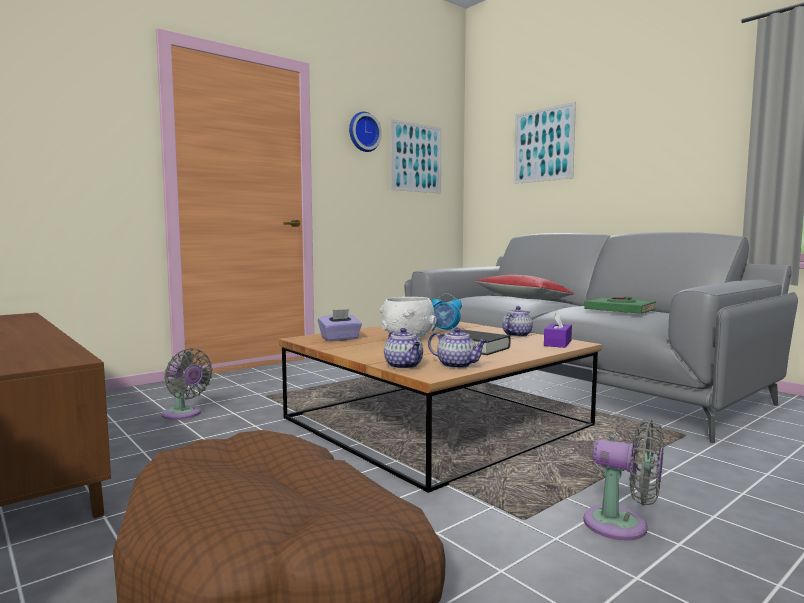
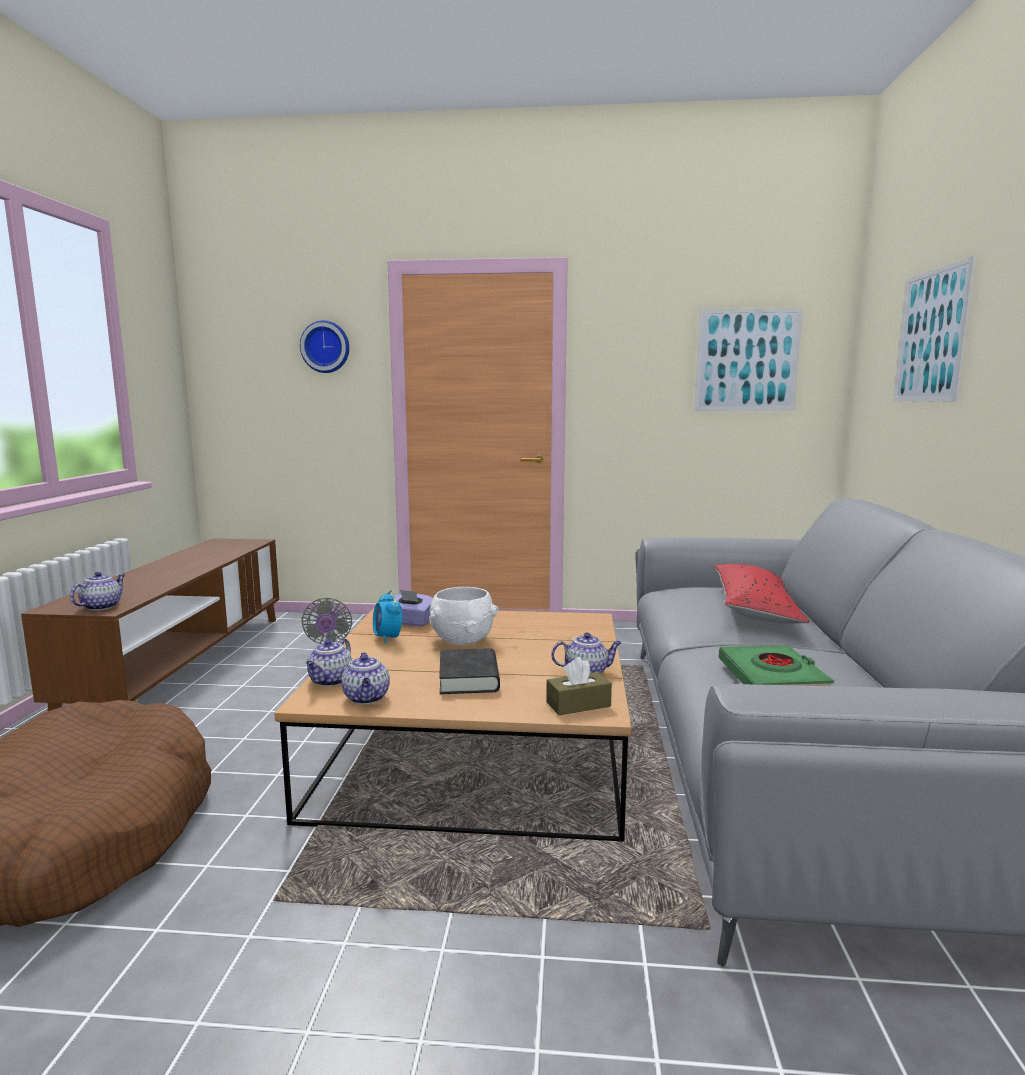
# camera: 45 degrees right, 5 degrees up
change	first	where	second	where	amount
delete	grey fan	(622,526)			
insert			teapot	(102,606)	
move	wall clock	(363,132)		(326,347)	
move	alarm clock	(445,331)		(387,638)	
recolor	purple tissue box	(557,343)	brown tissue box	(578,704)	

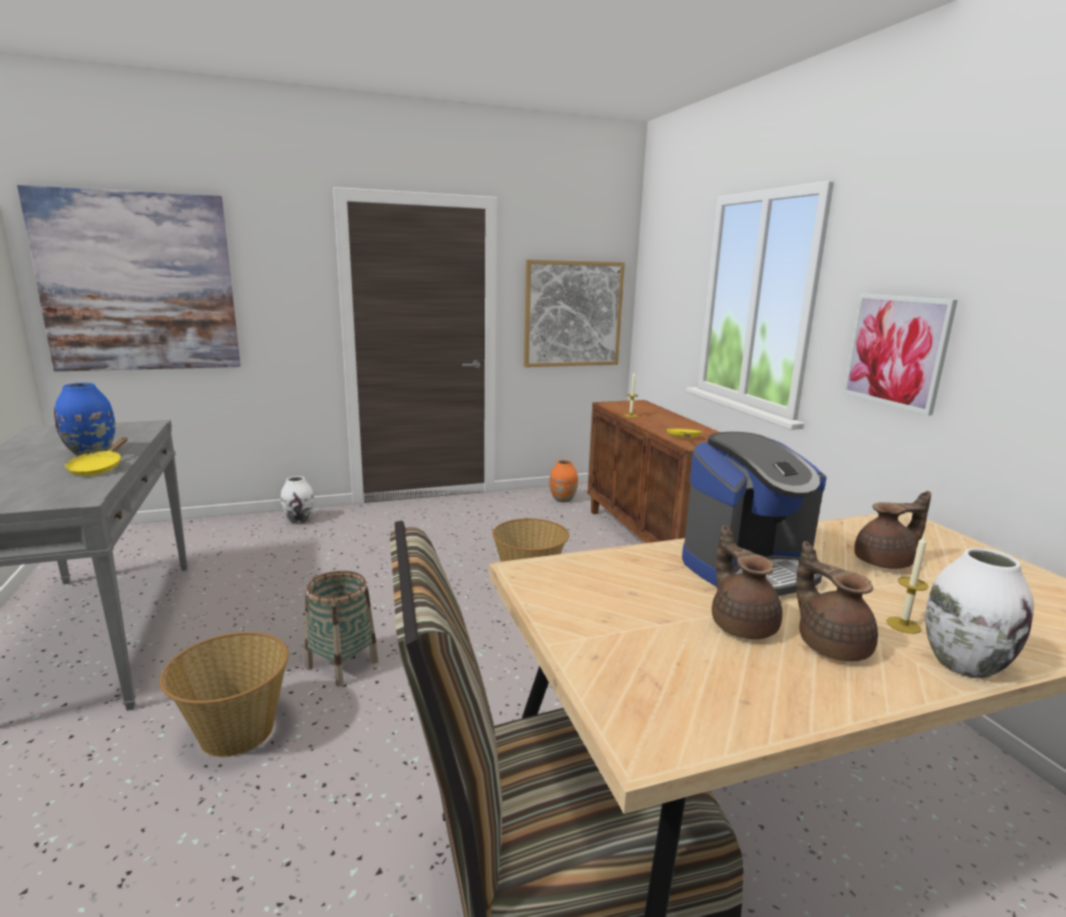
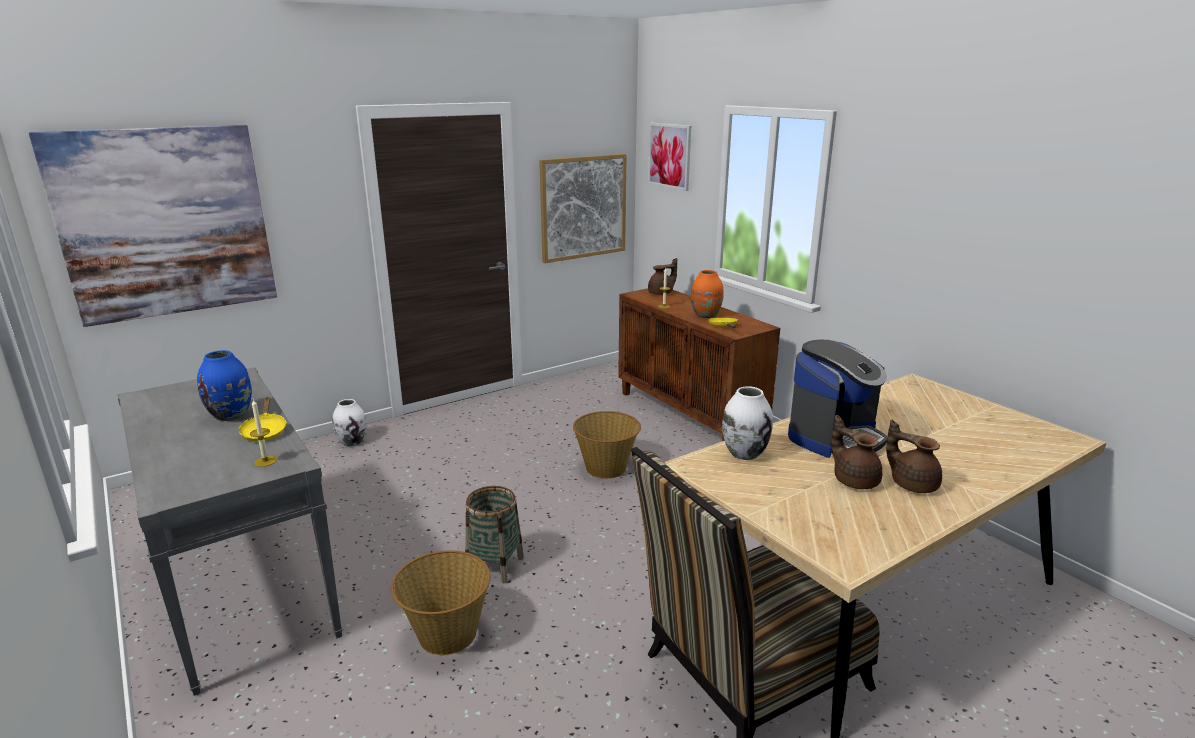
# camera: 15 degrees left, 5 degrees up
change	first	where	second	where	amount
move	orange vase	(563,499)		(706,315)	
move	picture	(896,351)		(669,156)	
move	brown teapot	(885,562)		(661,293)	
move	candle	(903,625)		(265,461)	
move	white vase	(963,663)		(744,453)	

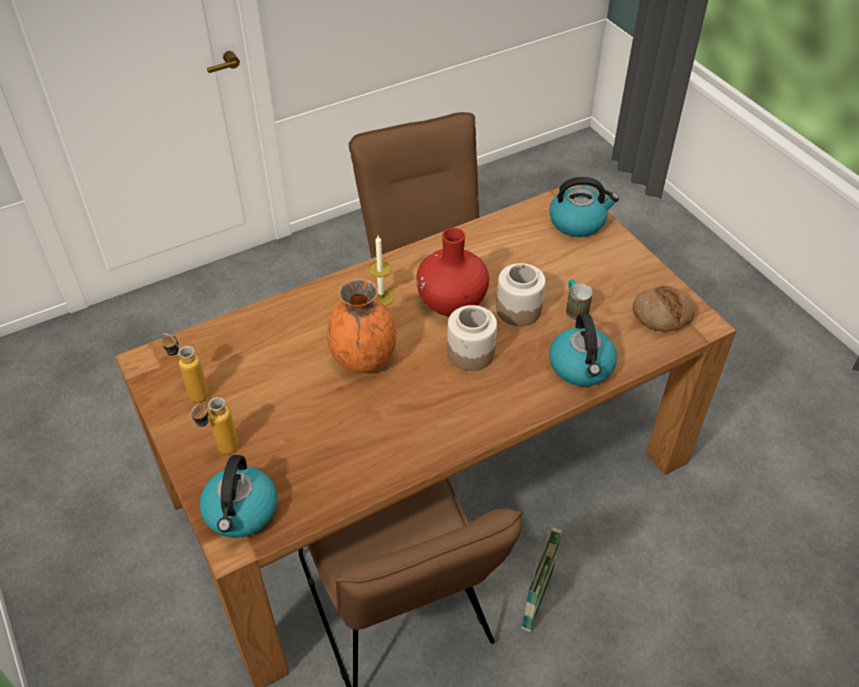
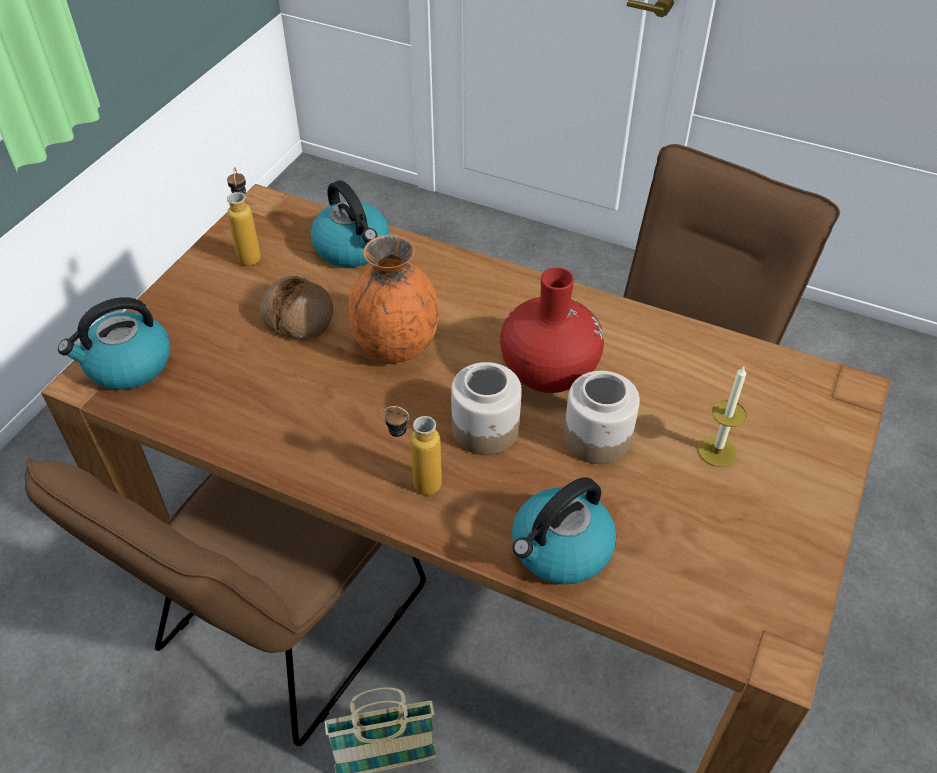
# camera: 55 degrees right, 0 degrees up
change	first	where	second	where	amount
delete	mug	(574,309)			
move	bottle	(221,452)		(415,483)	
move	candle	(381,297)		(717,451)	
move	kettle	(578,222)		(353,248)	
move	bread	(662,314)		(298,316)	

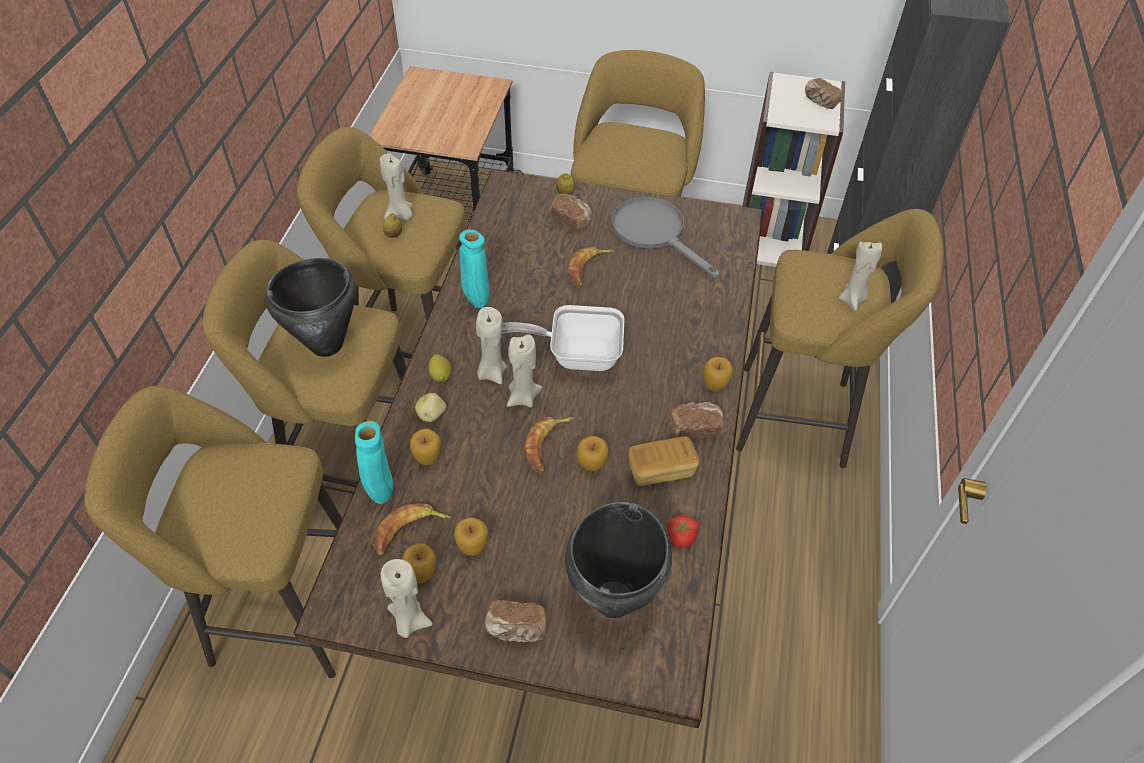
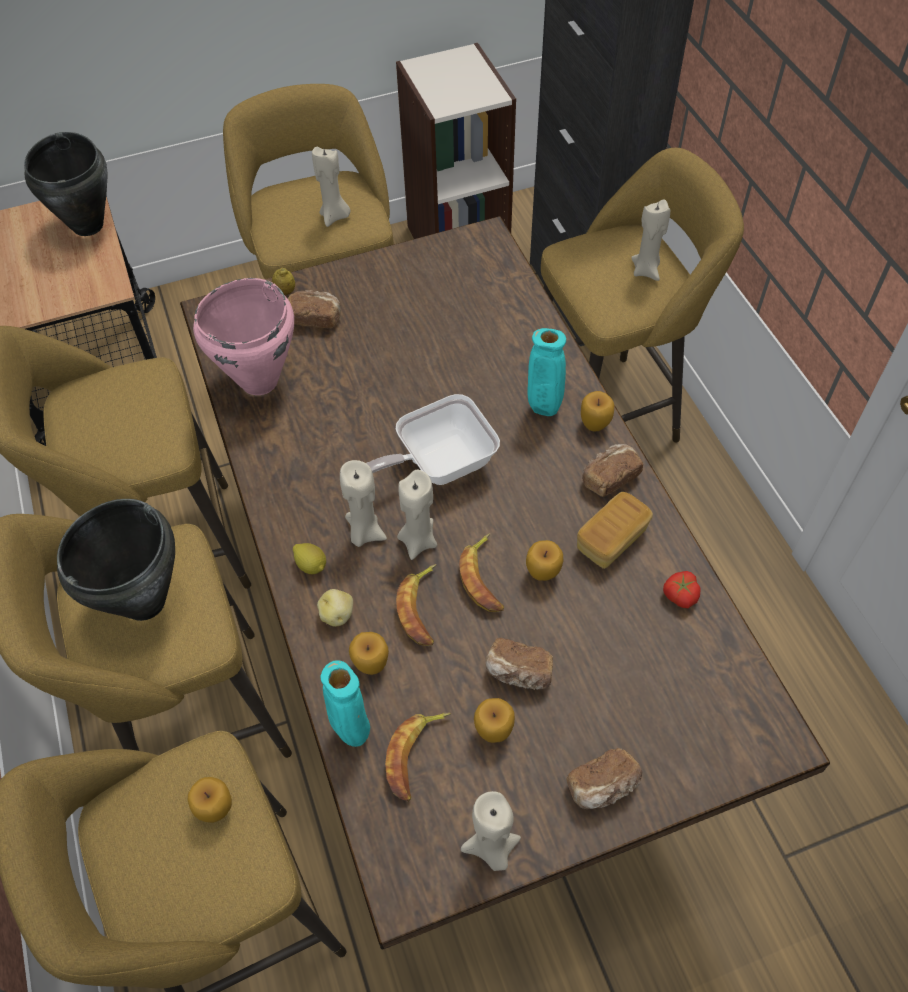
# camera: 30 degrees left, 5 degrees up
change	first	where	second	where	amount
delete	lemon	(393,235)			
delete	grey frying pan	(655,233)			
insert			pink cooking pot	(258,381)	
move	beige candle	(400,215)		(335,216)	
move	apple	(422,574)		(216,808)	
move	turquoise vase	(477,302)		(543,410)	
move	black cooking pot	(614,599)		(88,225)	
move	banana	(588,269)		(421,609)	
move	bread	(820,101)		(519,673)	

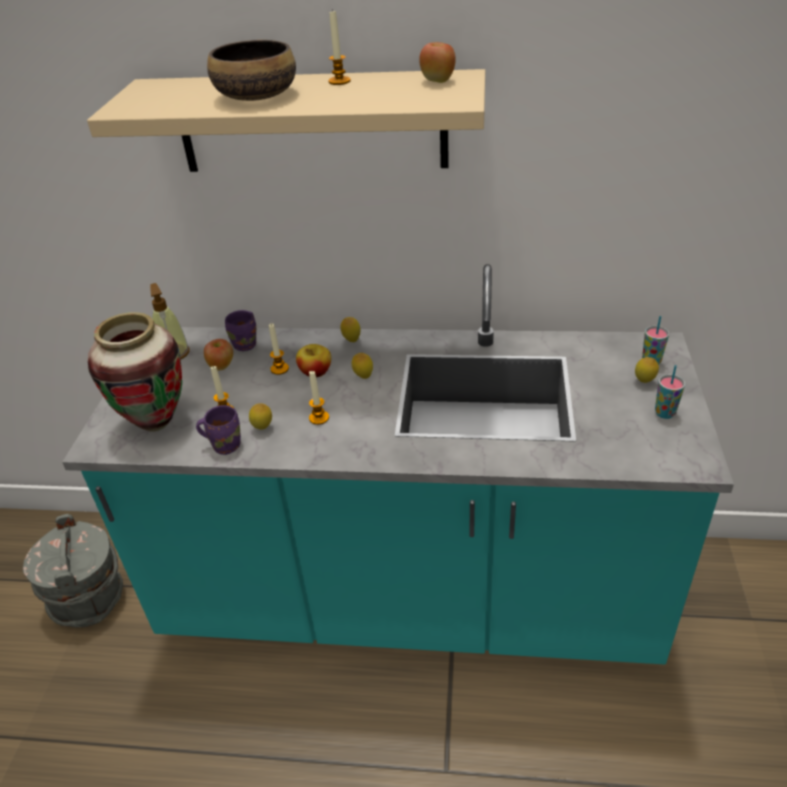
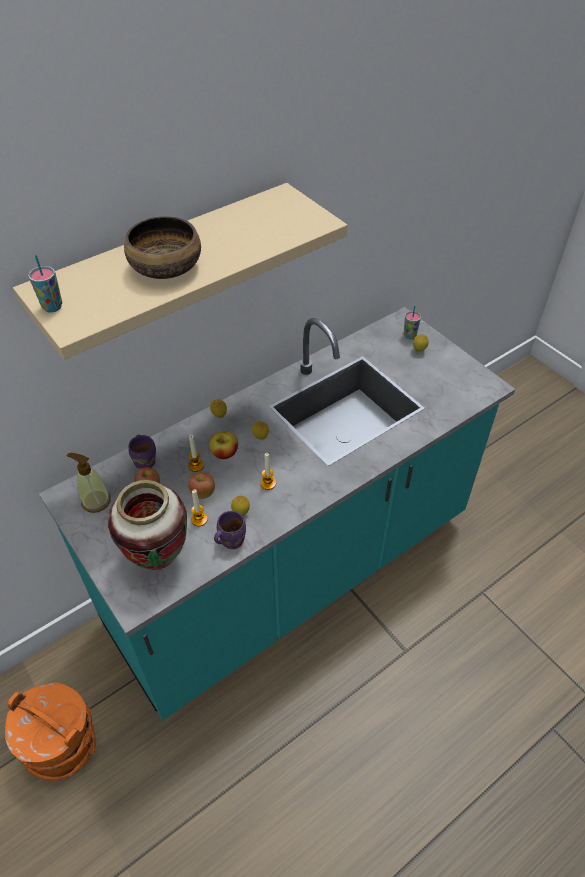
# camera: 45 degrees left, 10 degrees up
change	first	where	second	where	amount
delete	candle	(339,81)			
move	apple	(437,81)		(202,493)	
move	cup	(664,413)		(52,307)	
recolor	grey bucket	(89,598)	orange bucket	(62,743)	

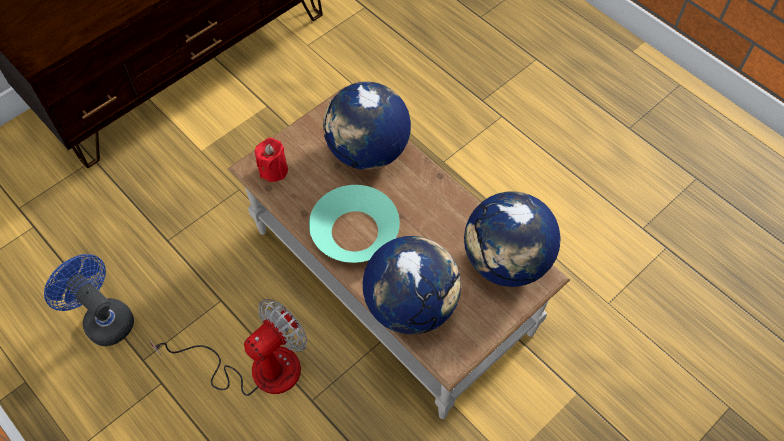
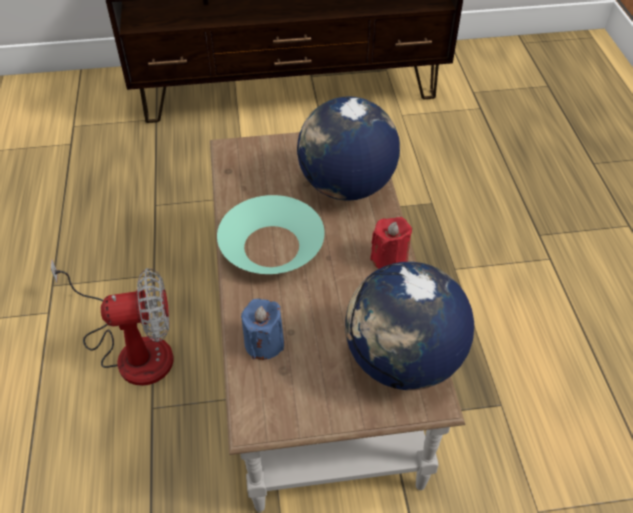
# camera: 35 degrees right, 10 degrees down
change	first	where	second	where	amount
delete	blue fan	(104,319)			
move	red candle	(273,170)		(389,259)	
replace	globe	(411,305)	blue candle	(264,343)	

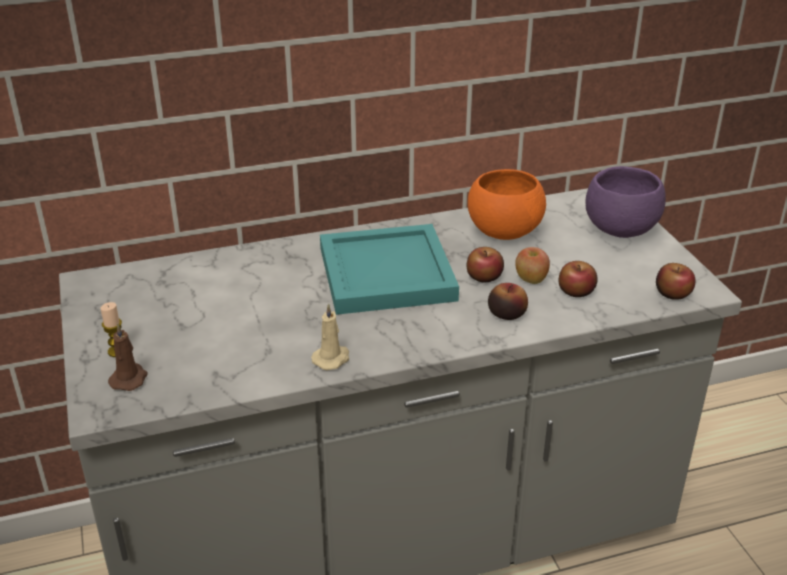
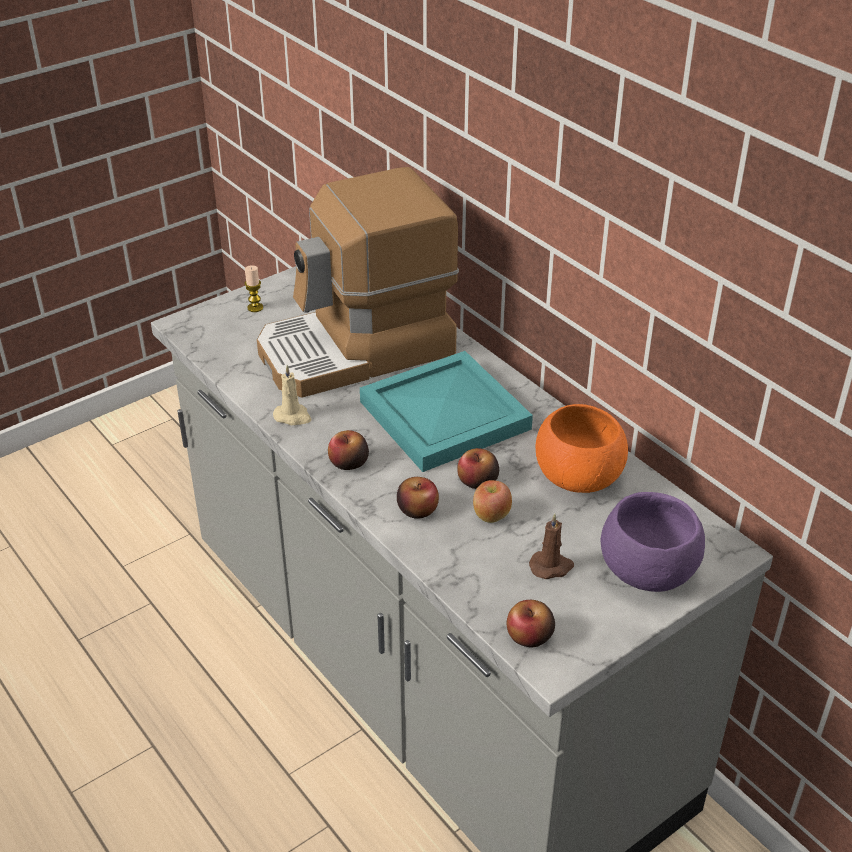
# camera: 70 degrees right, 5 degrees up
change	first	where	second	where	amount
insert			coffee machine	(357,350)	
move	brown candle	(129,378)		(551,566)	
move	apple	(576,291)		(348,462)	

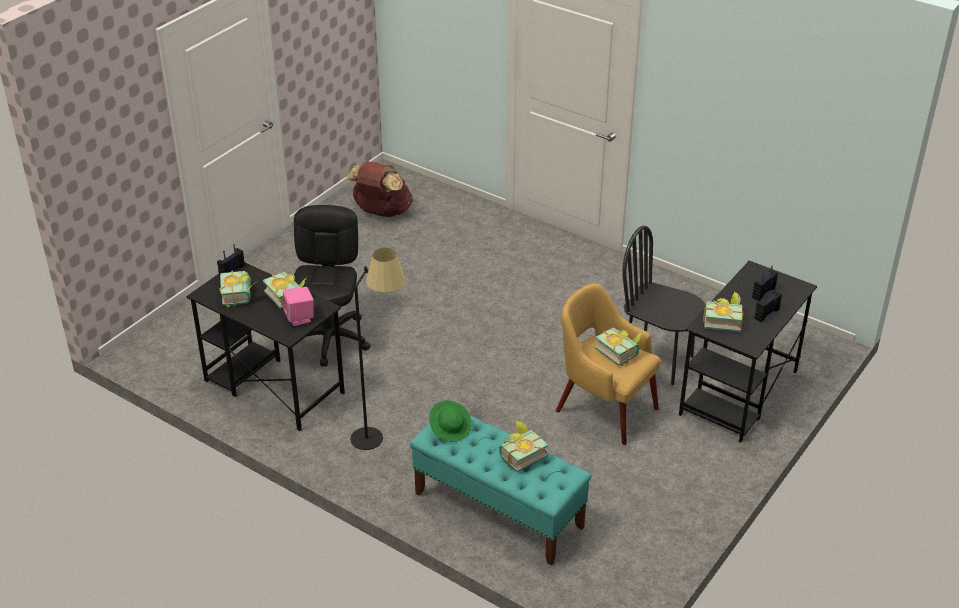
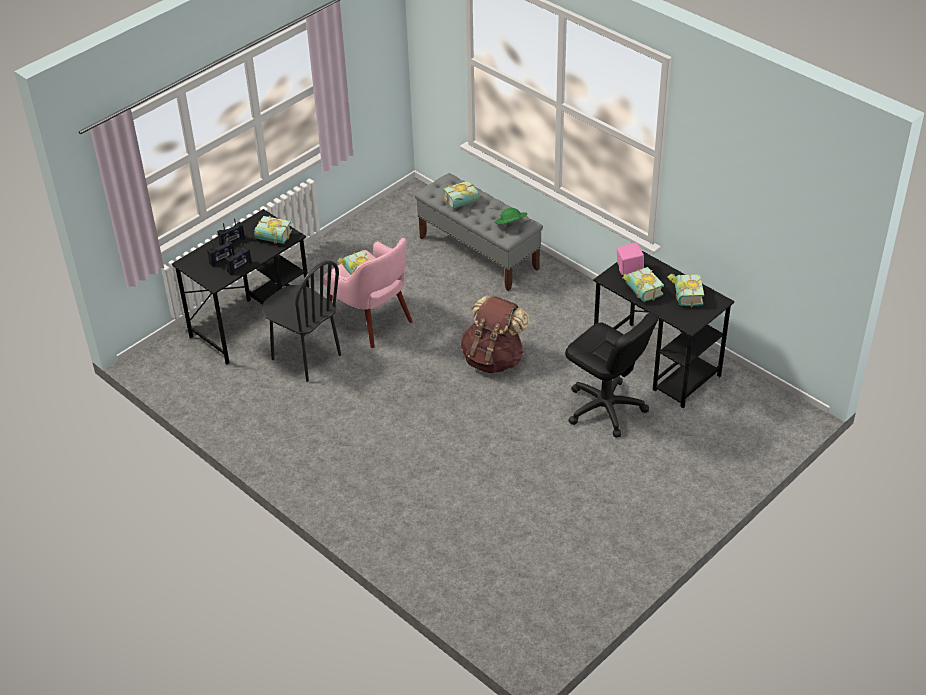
# camera: 170 degrees left, 5 degrees up
change	first	where	second	where	amount
delete	black floor lamp	(381,438)			
move	radio	(231,271)		(239,267)	
move	brown backpack	(381,212)		(494,359)	
recolor	turquoise bench	(498,510)	grey bench	(479,253)	
recolor	yellow armchair	(604,408)	pink armchair	(371,320)	
rotate	black office chair	(330,339)		(605,408)	60 degrees counterclockwise

